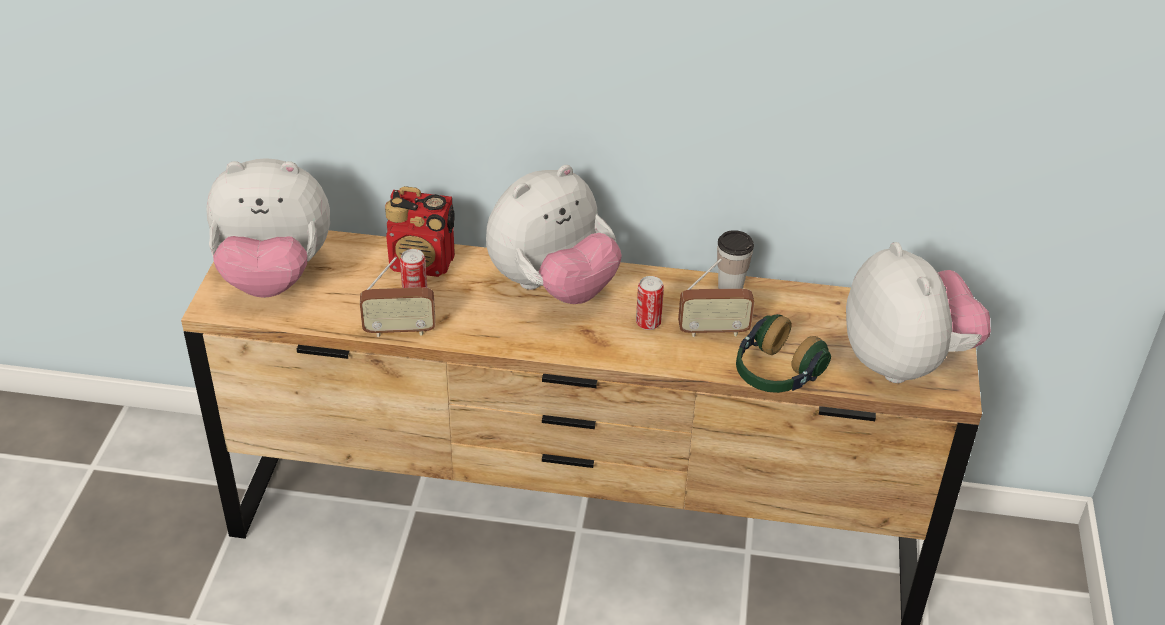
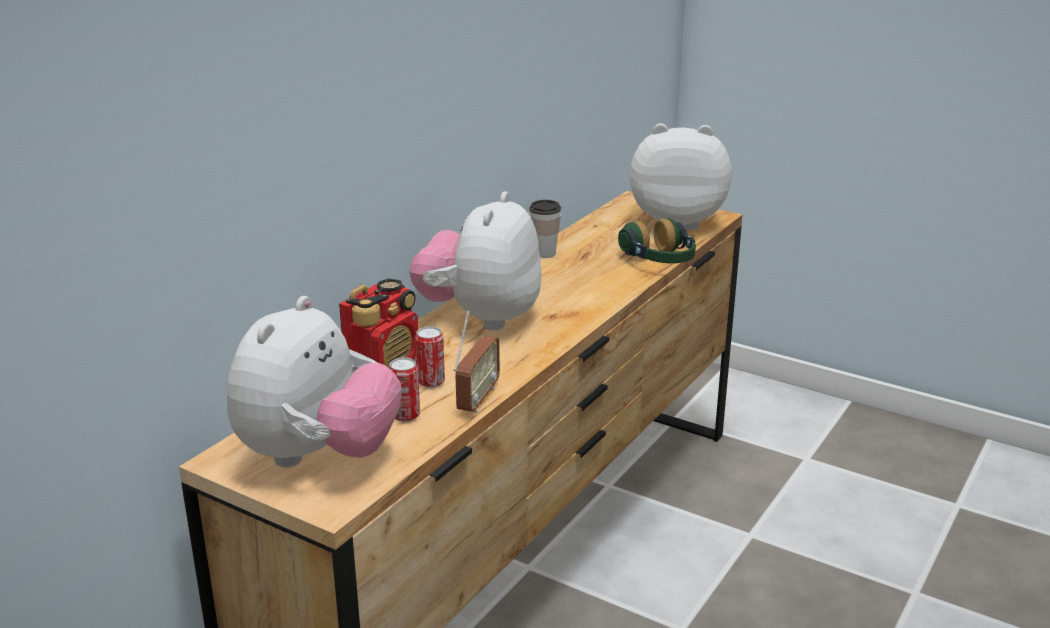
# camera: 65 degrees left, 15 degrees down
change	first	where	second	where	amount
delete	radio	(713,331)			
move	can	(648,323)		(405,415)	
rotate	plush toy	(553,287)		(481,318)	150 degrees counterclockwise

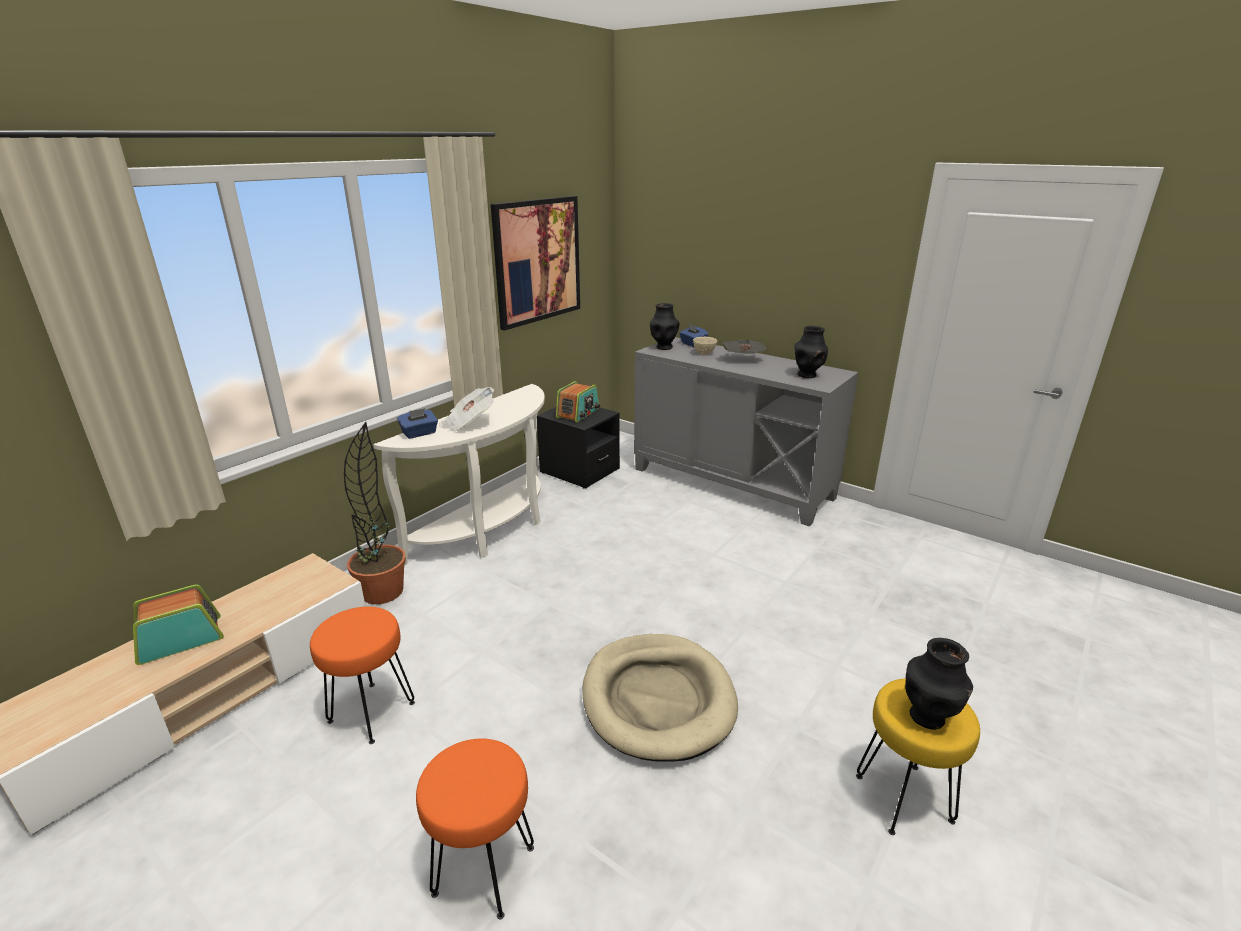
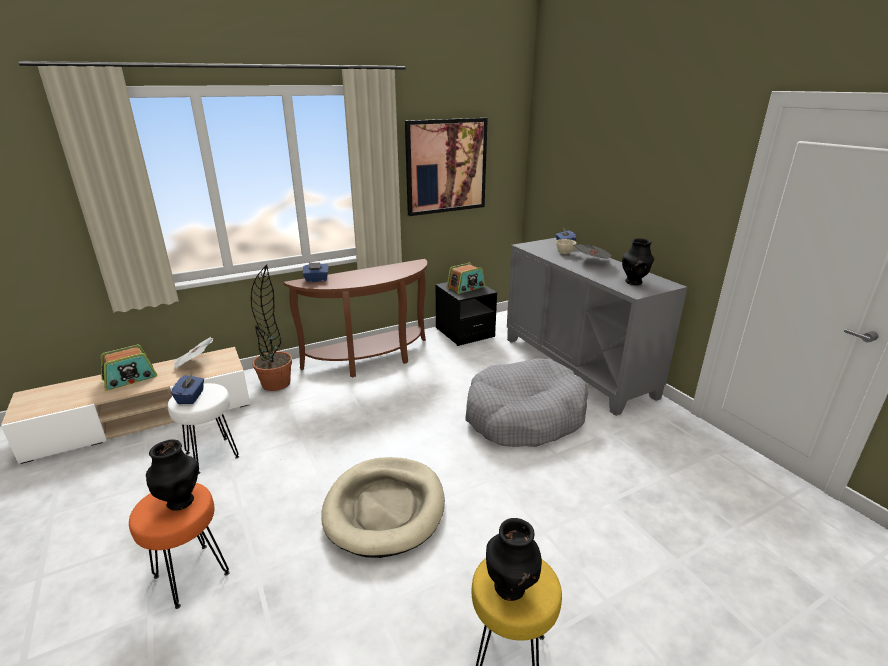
# camera: 25 degrees right, 0 degrees up
change	first	where	second	where	amount
insert			blue tissue box	(191,397)	
insert			grey dog bed	(524,416)	
move	newspaper	(468,423)		(194,363)	
move	black vase	(663,347)		(180,501)	
recolor	orange stool	(372,711)	white stool	(212,454)	
recolor	white console table	(491,530)	brown console table	(371,360)	
rotate	radio	(180,639)		(130,378)	150 degrees clockwise

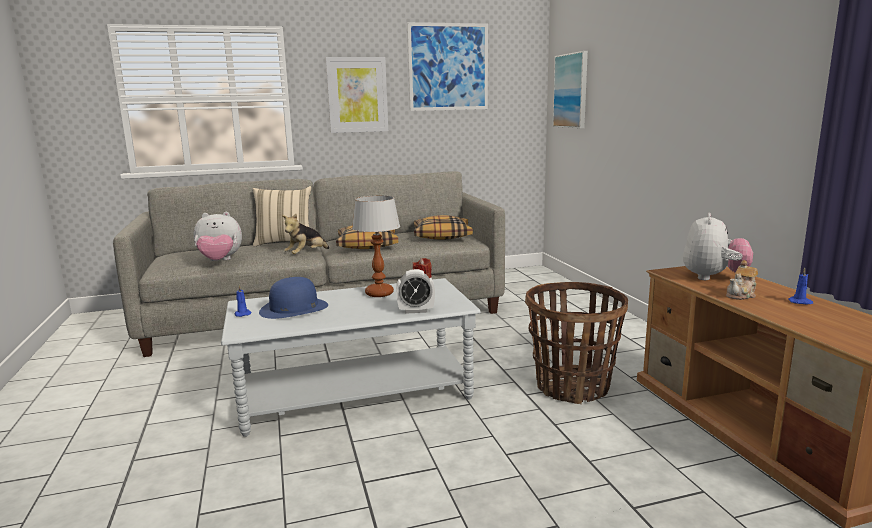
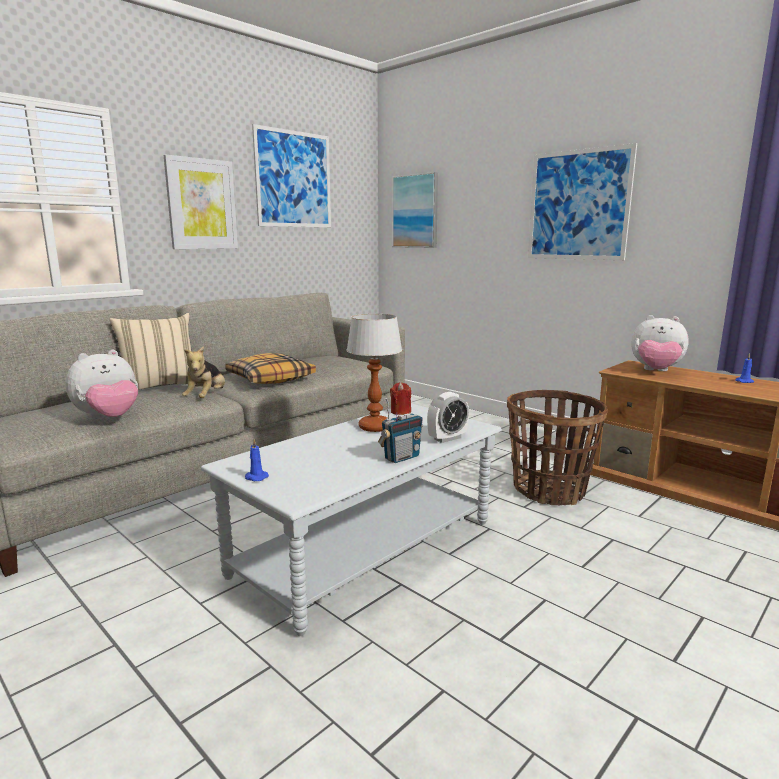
# camera: 30 degrees left, 0 degrees up
change	first	where	second	where	amount
delete	blue hat	(293,308)			
delete	pillow	(442,236)			
delete	teapot	(741,295)			
insert			radio	(401,457)	
insert			picture	(578,205)	
rotate	plush toy	(713,278)		(656,371)	120 degrees clockwise

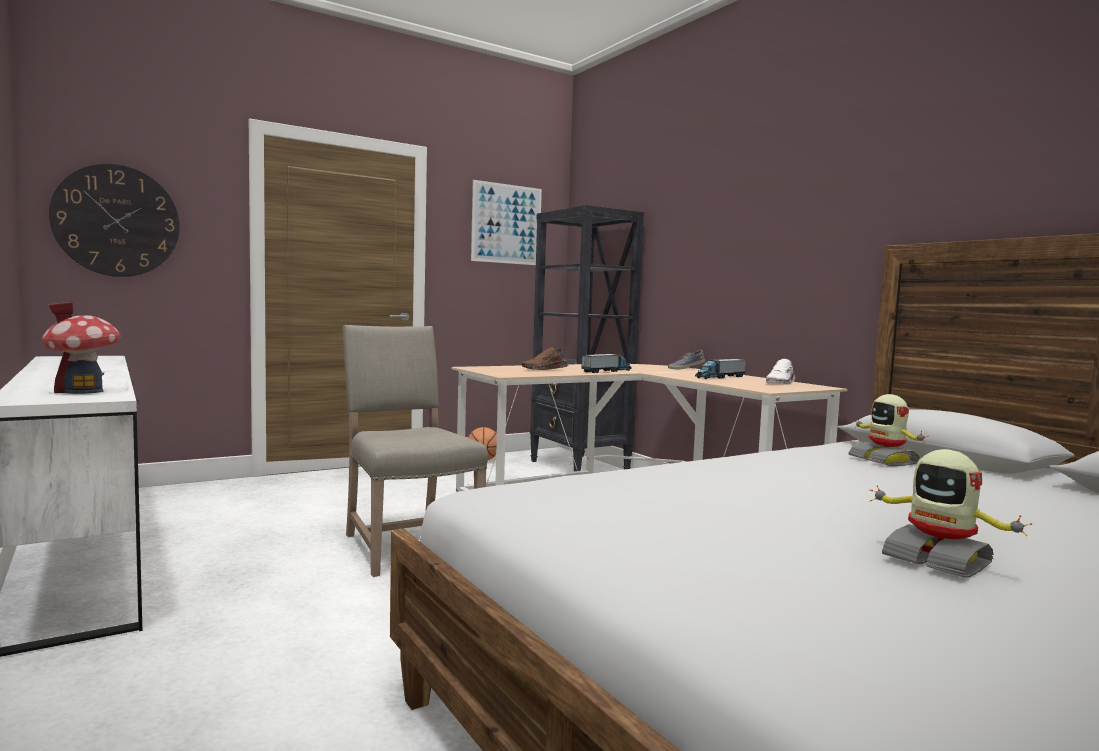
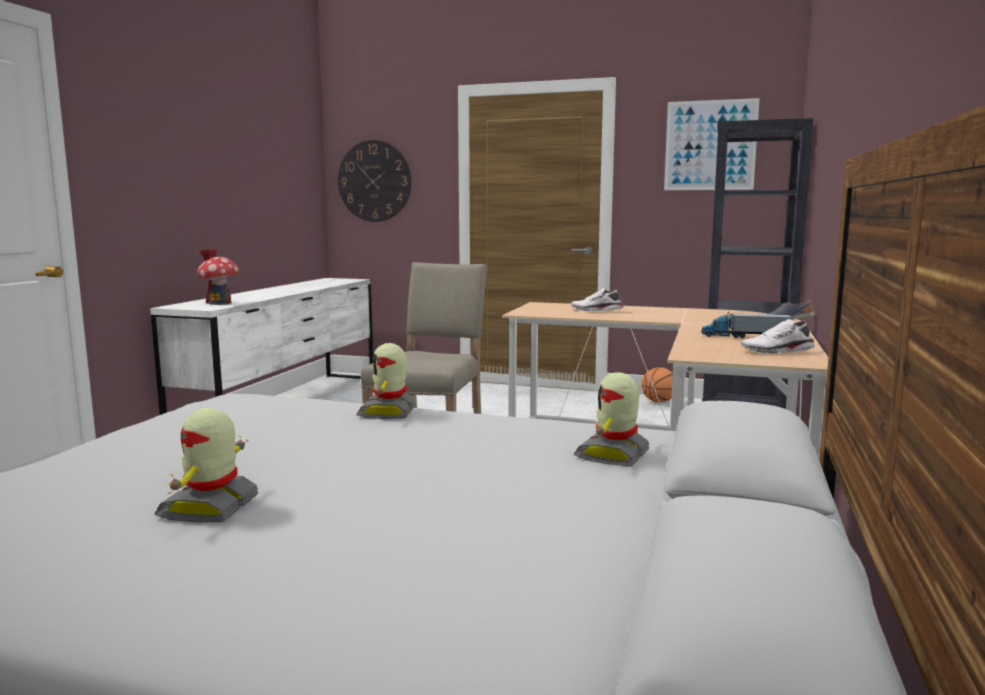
# camera: 50 degrees right, 5 degrees up
change	first	where	second	where	amount
delete	toy truck	(607,371)			
insert			toy robot	(389,412)	
recolor	brown shoe	(545,369)	white shoe	(596,311)	

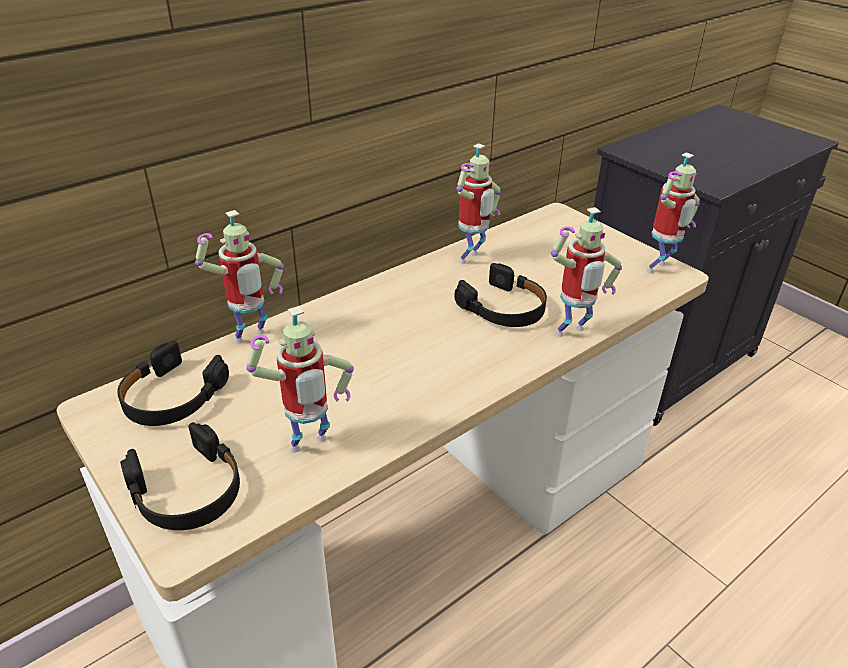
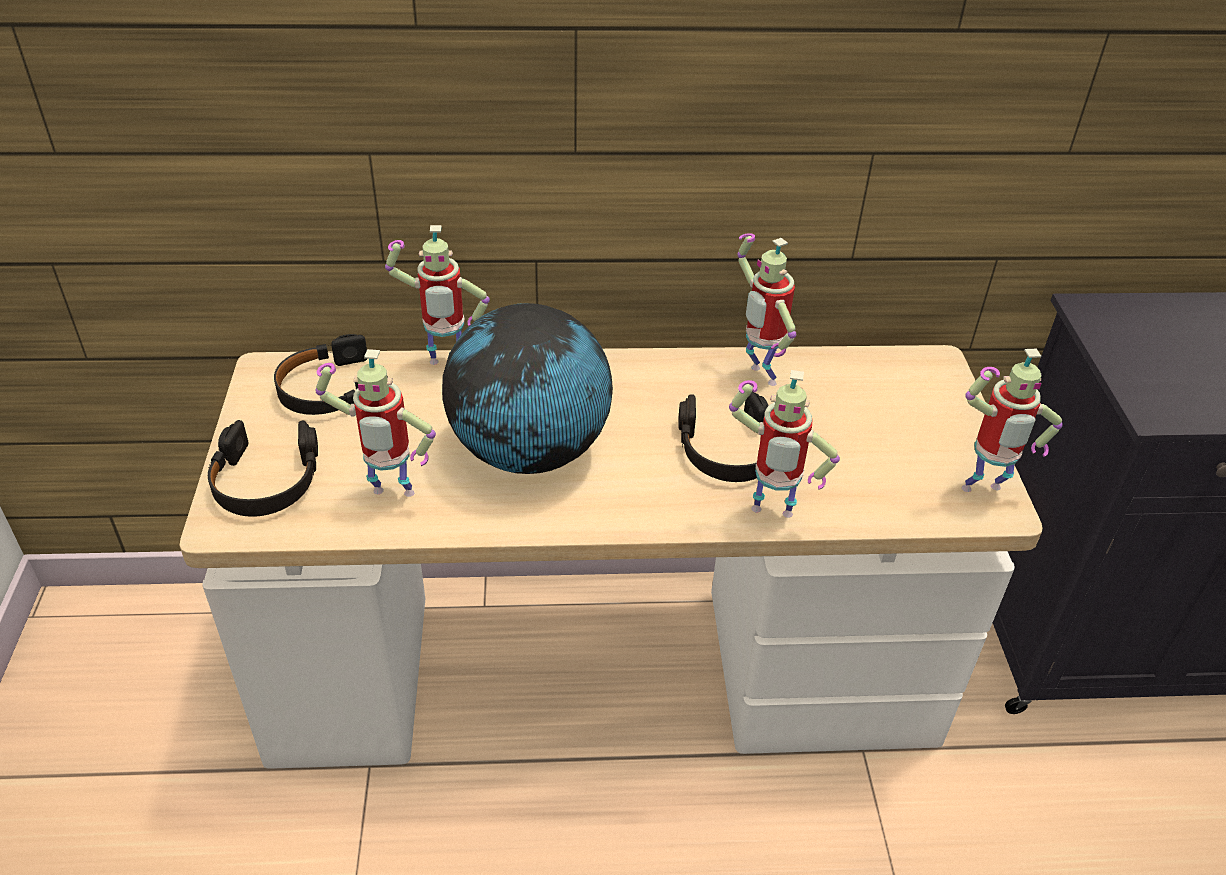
# camera: 35 degrees right, 5 degrees up
change	first	where	second	where	amount
insert			globe	(529,452)	
rotate	toy robot	(471,260)		(758,376)	75 degrees clockwise

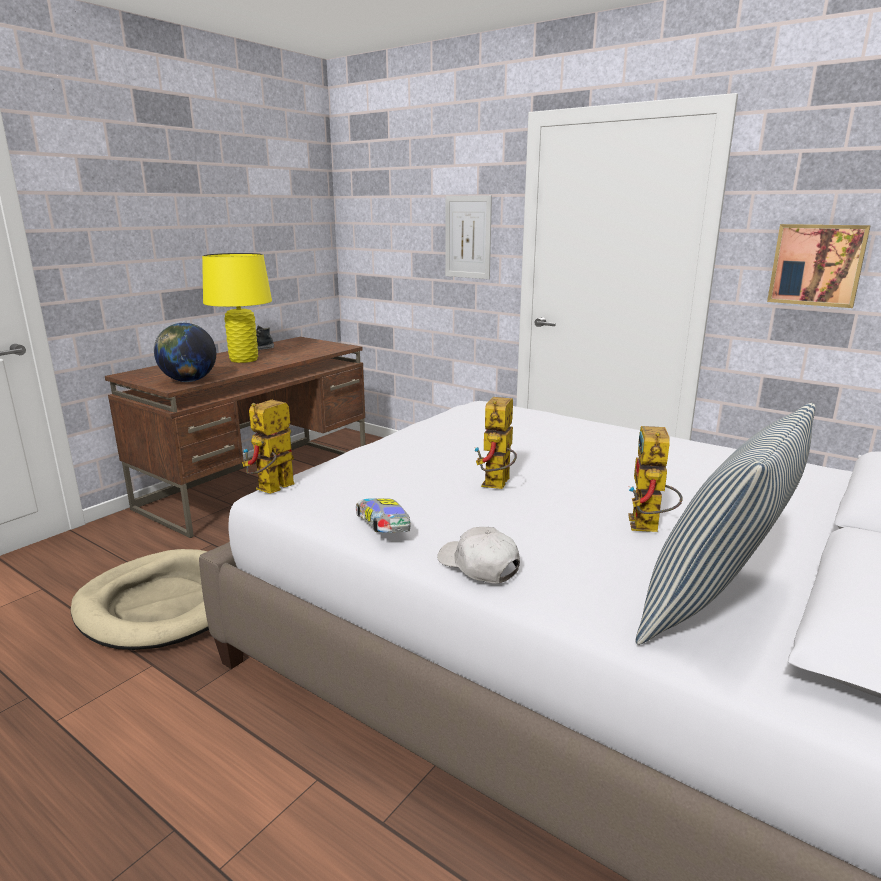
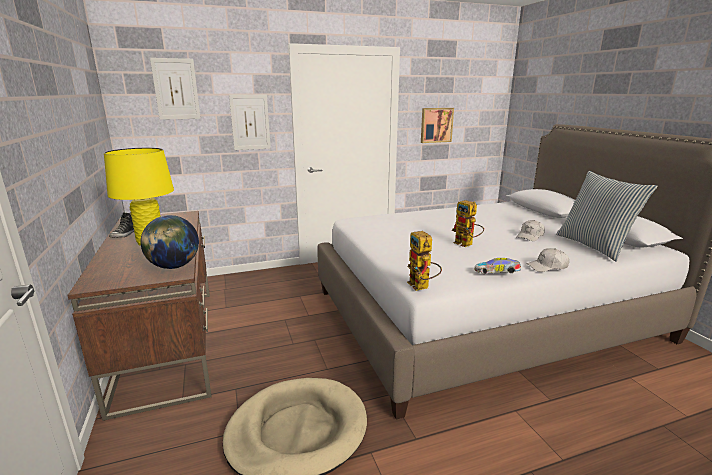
# camera: 55 degrees left, 0 degrees up
change	first	where	second	where	amount
insert			picture	(176,89)	
replace	toy robot	(648,528)	white cap	(530,236)	

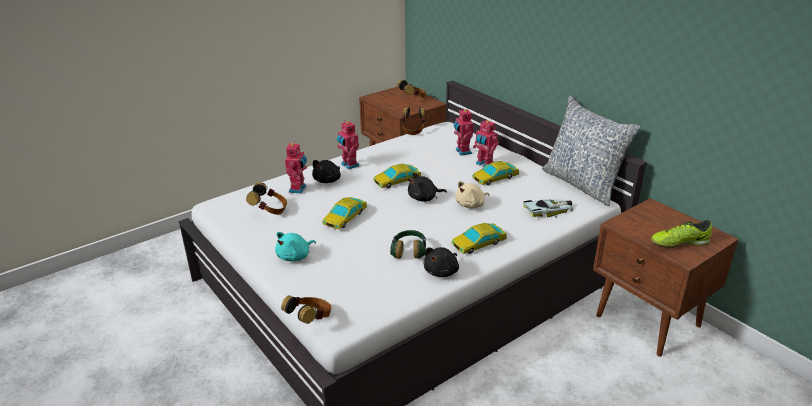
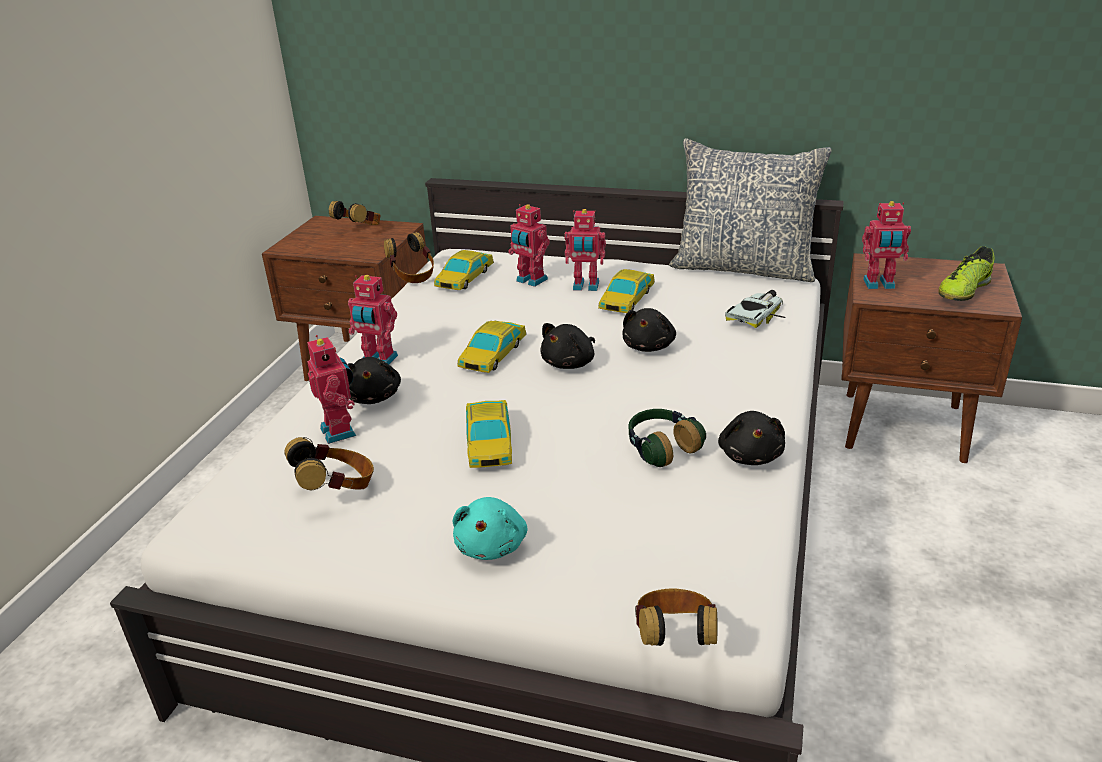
# camera: 35 degrees left, 0 degrees up
change	first	where	second	where	amount
insert			toy robot	(879,285)	
move	toy car	(479,243)		(465,277)	
recolor	beige plush toy	(471,205)	black plush toy	(649,346)	

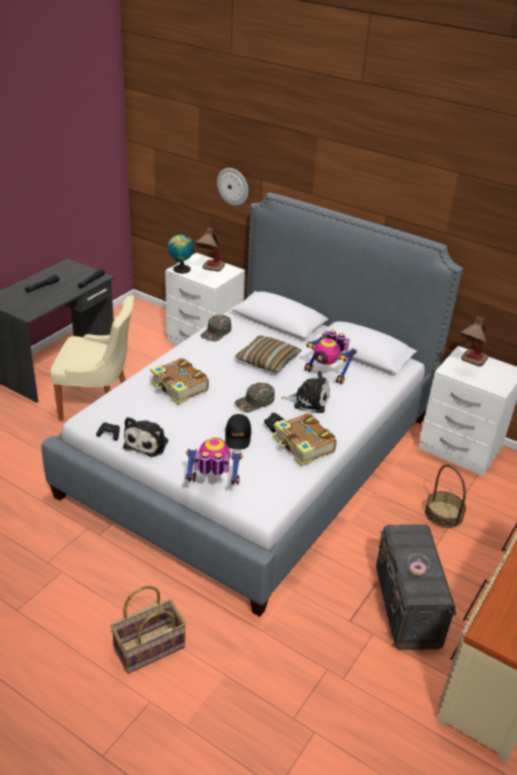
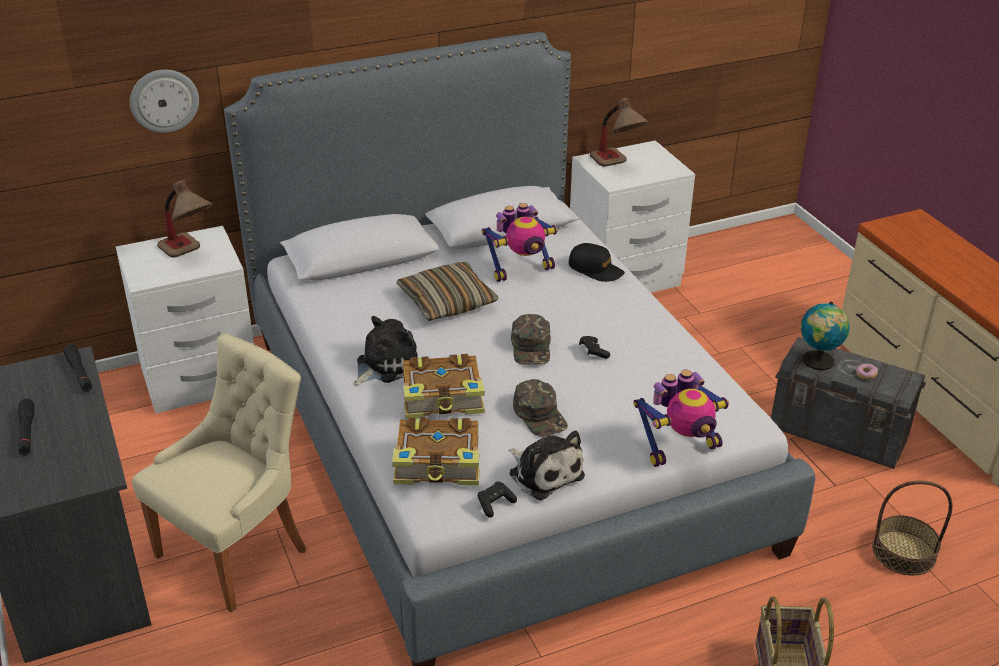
# camera: 55 degrees left, 0 degrees up
change	first	where	second	where	amount
move	globe	(180,269)		(818,362)	
move	green cap	(216,332)		(540,415)	
move	black cap	(238,436)		(595,269)	
move	book	(303,446)		(439,464)	
move	plush toy	(308,401)		(385,364)	
move	basket	(443,514)		(904,552)	
rotate	toy robot	(212,486)		(680,448)	150 degrees counterclockwise

